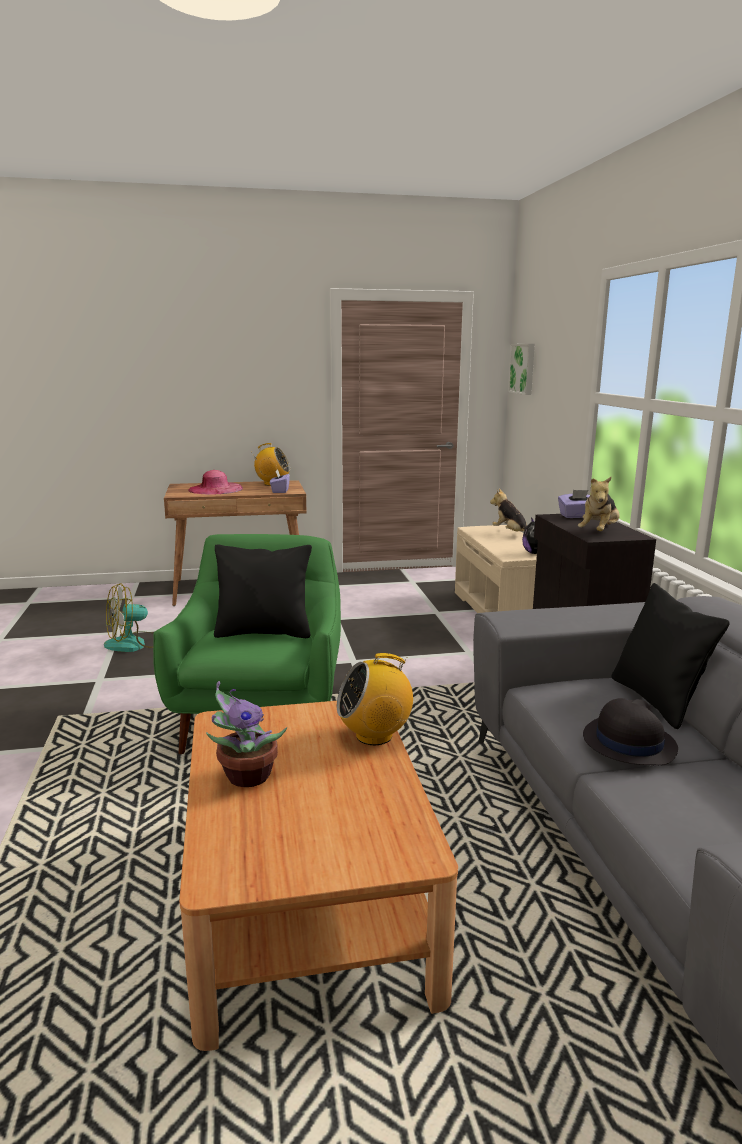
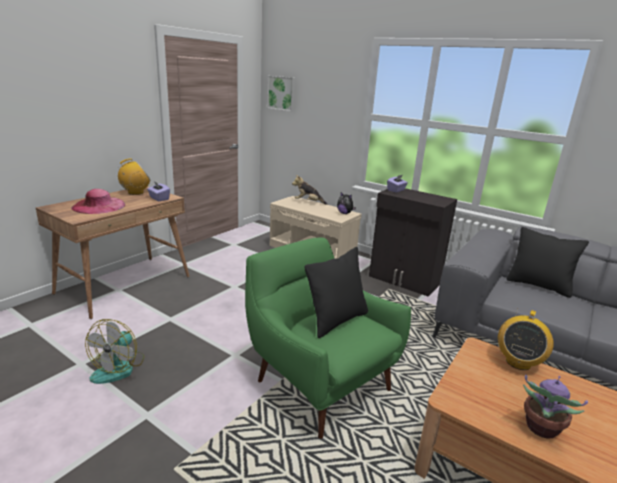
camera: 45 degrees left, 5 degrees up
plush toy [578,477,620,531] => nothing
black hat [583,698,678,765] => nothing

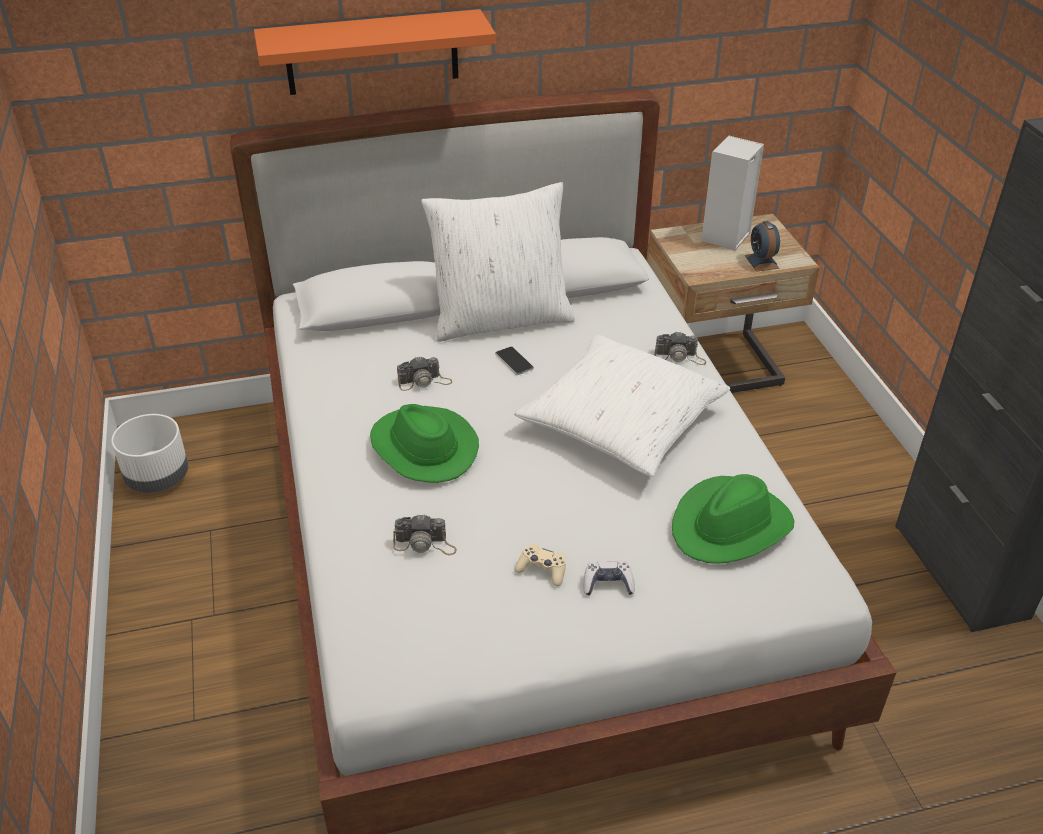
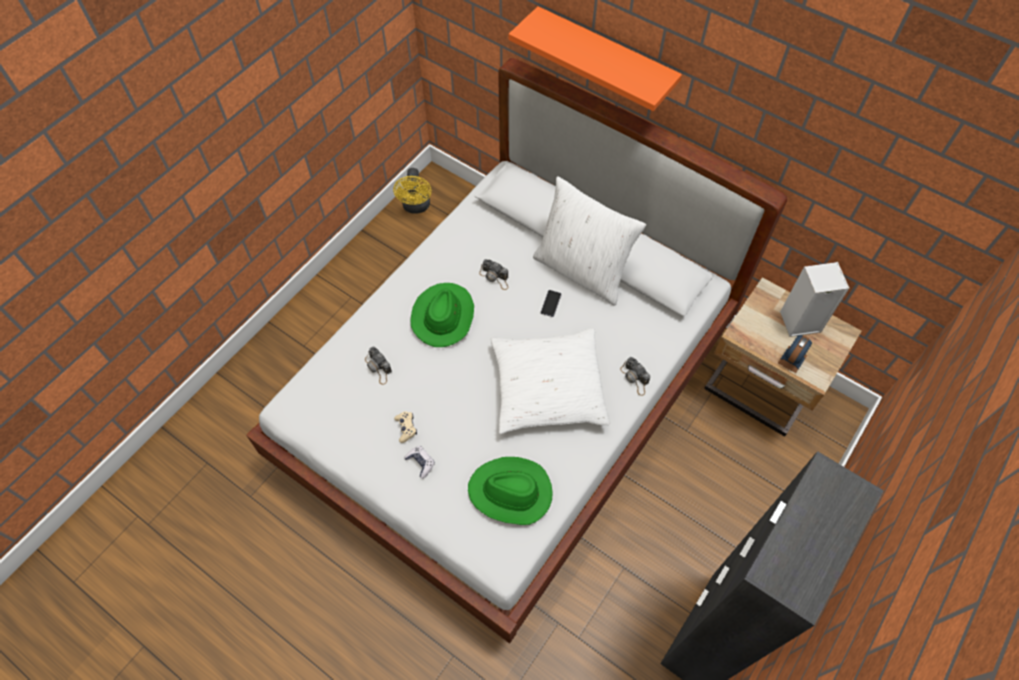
camera: 50 degrees right, 20 degrees up
white planter [111,414,188,493] => yellow fan [393,168,432,214]

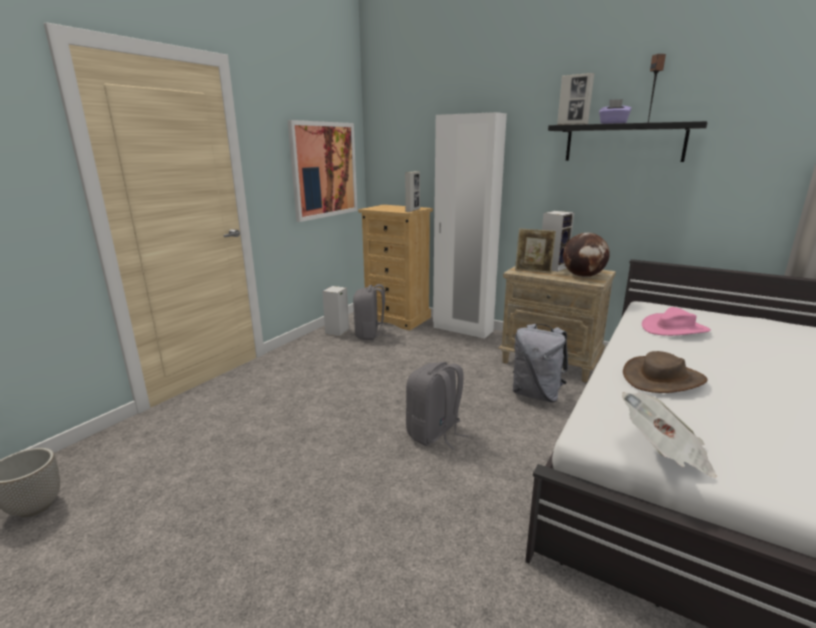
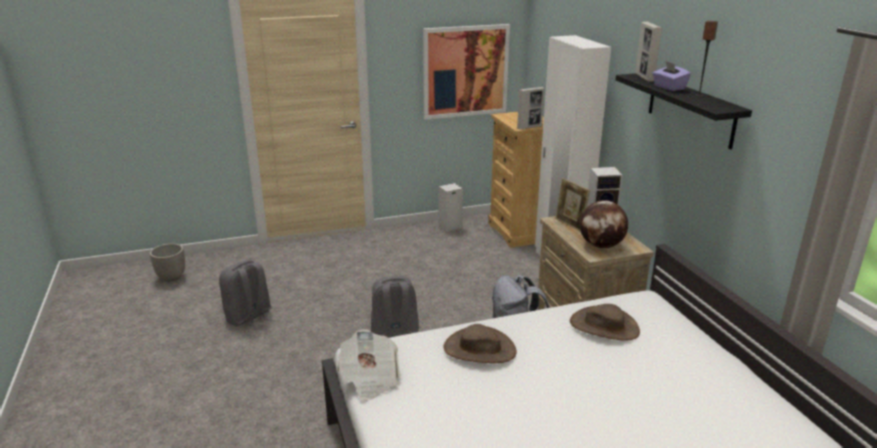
camera: 40 degrees right, 5 degrees up
grey backpack [353,284,391,340] => grey backpack [219,261,274,330], moved
pink hat [642,307,711,336] => brown hat [570,304,640,341]

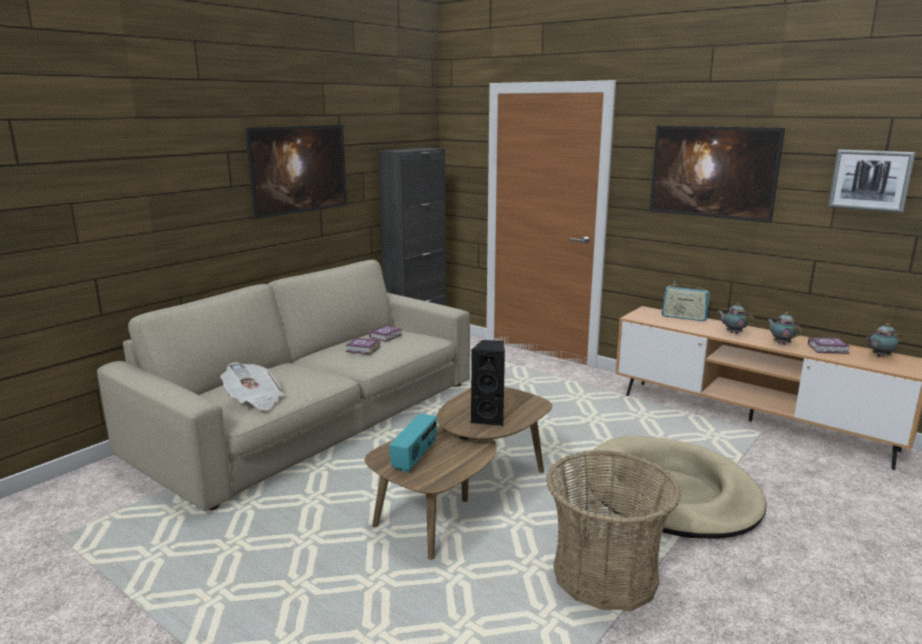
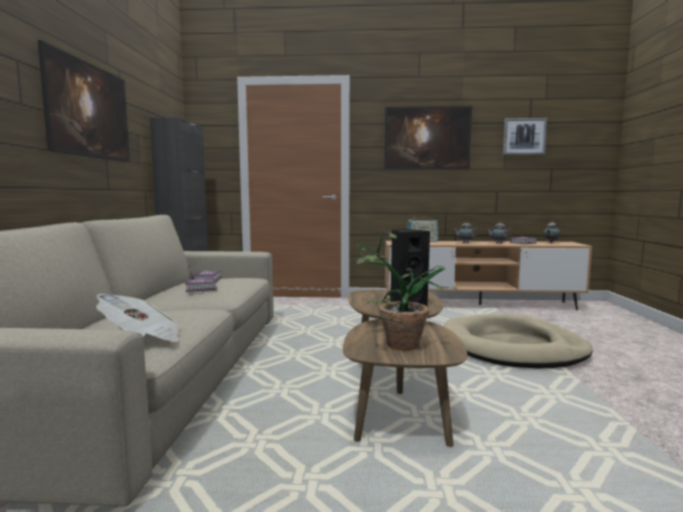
camera: 35 degrees left, 10 degrees down
radio [389,413,437,473] => potted plant [356,232,457,351]
basket [546,450,681,611] => nothing

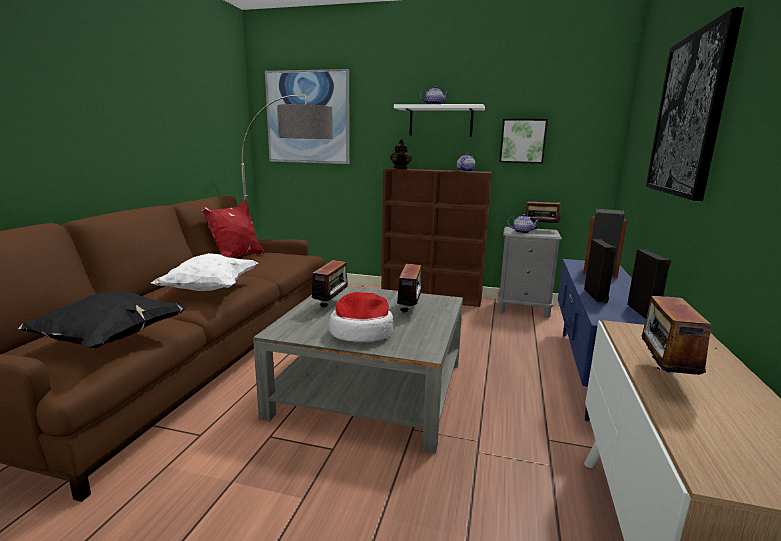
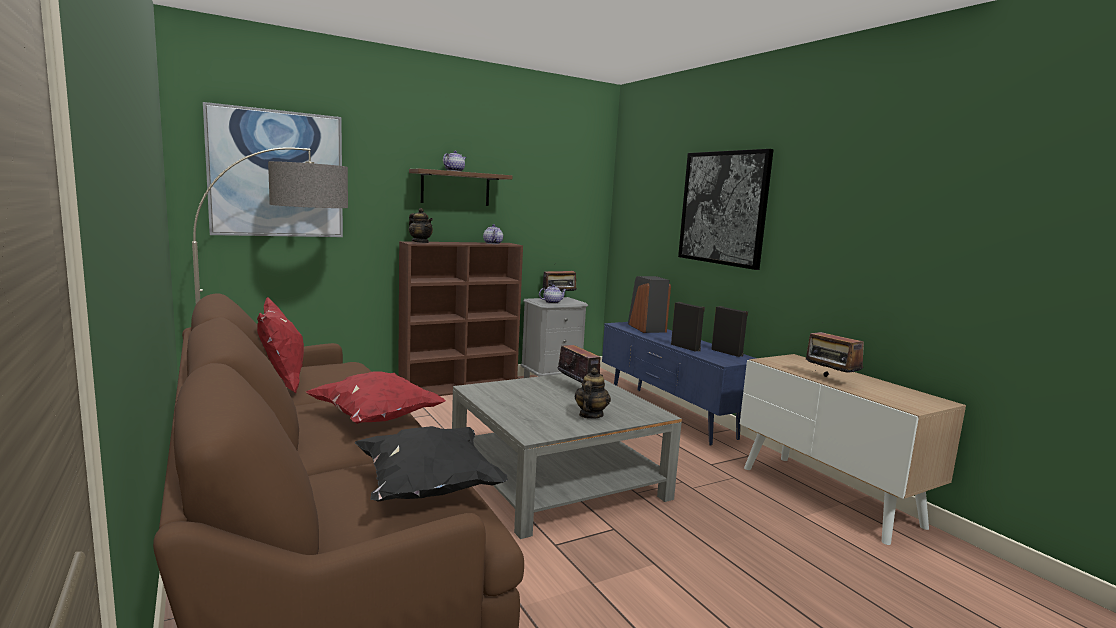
camera: 45 degrees left, 5 degrees down
white shelf [394,104,485,137] => brown shelf [409,168,512,206]
picture [499,119,548,164] => nothing
white pillow [151,253,258,291] => red pillow [306,371,446,424]
radio [312,258,351,309] => nothing
hat [329,292,393,342] => teapot [575,368,611,419]

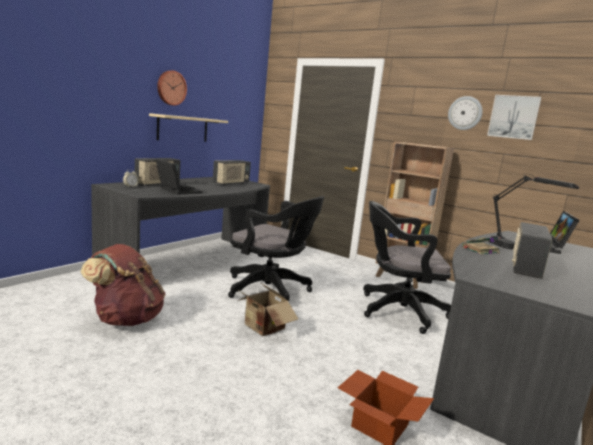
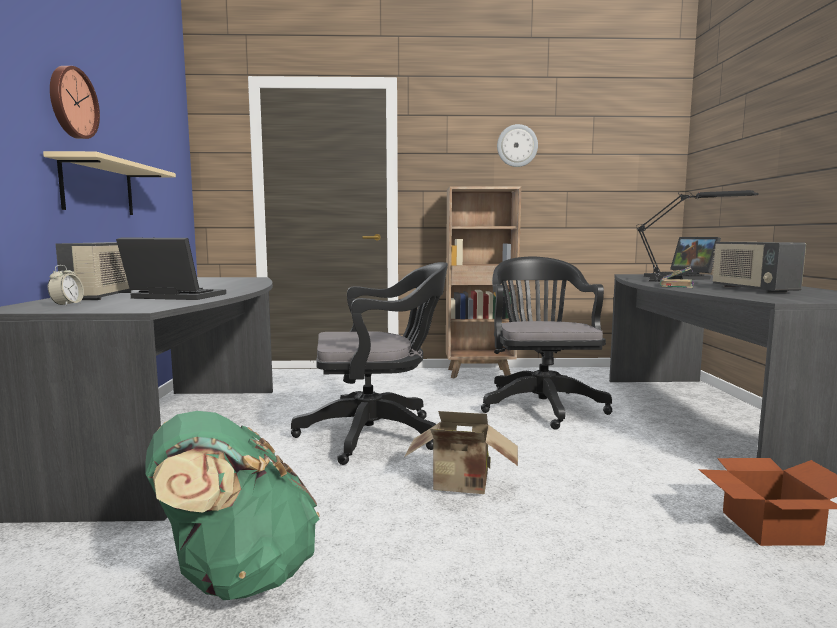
camera: 35 degrees left, 5 degrees down
picture [487,95,542,140] => nothing
radio [213,160,251,185] => nothing
black office chair [363,201,451,334] => black office chair [481,257,613,430], 120 degrees clockwise
brown backpack [80,244,166,326] => green backpack [145,411,320,600]

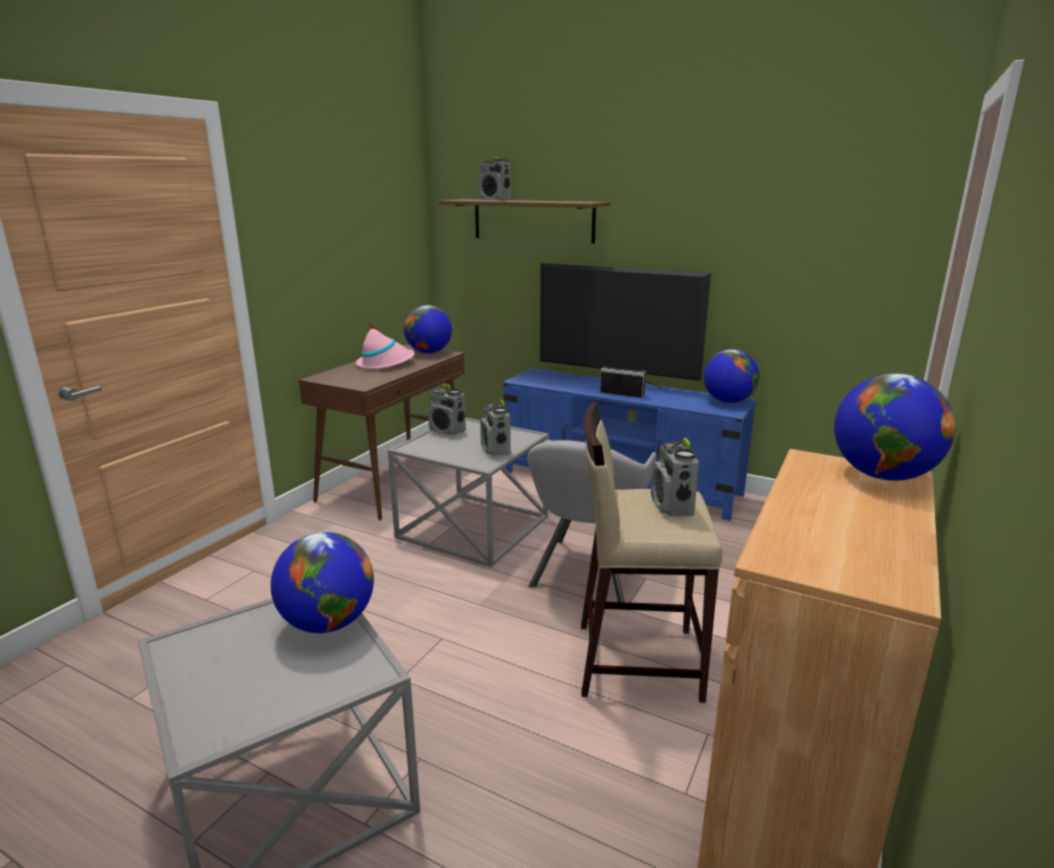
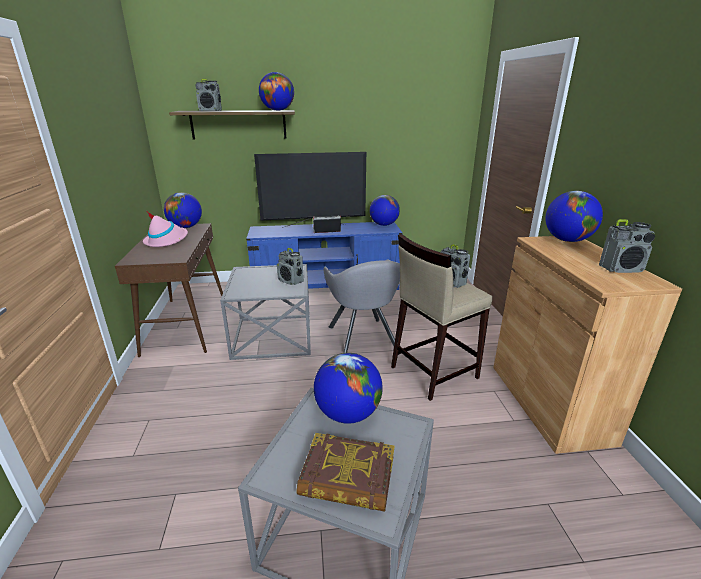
camera: 35 degrees left, 5 degrees up
radio [428,384,466,435] => radio [599,219,655,273], moved
nothing => globe [259,72,294,111]
nothing => book [296,433,395,512]

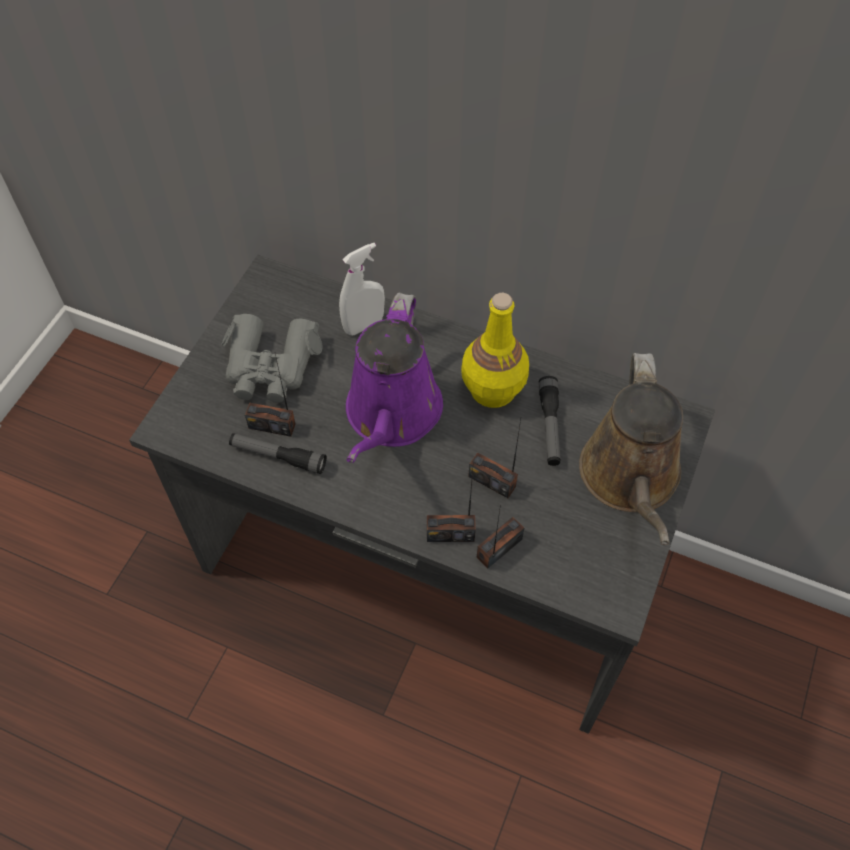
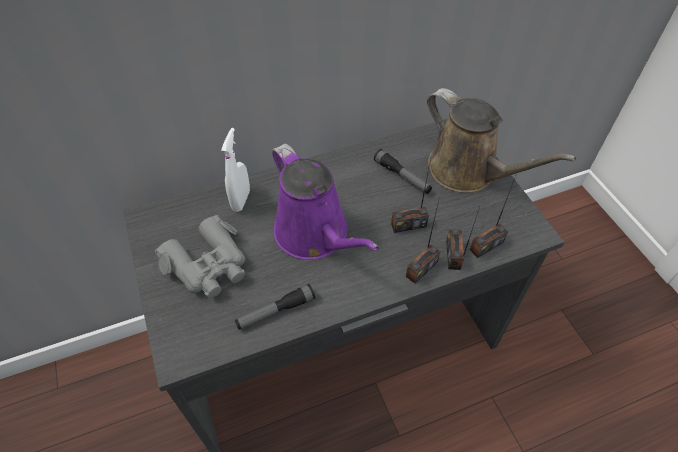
camera: 45 degrees left, 5 degrees down
yellow bottle [461,293,529,408] => nothing
radio [245,354,295,437] => radio [470,176,516,258], moved

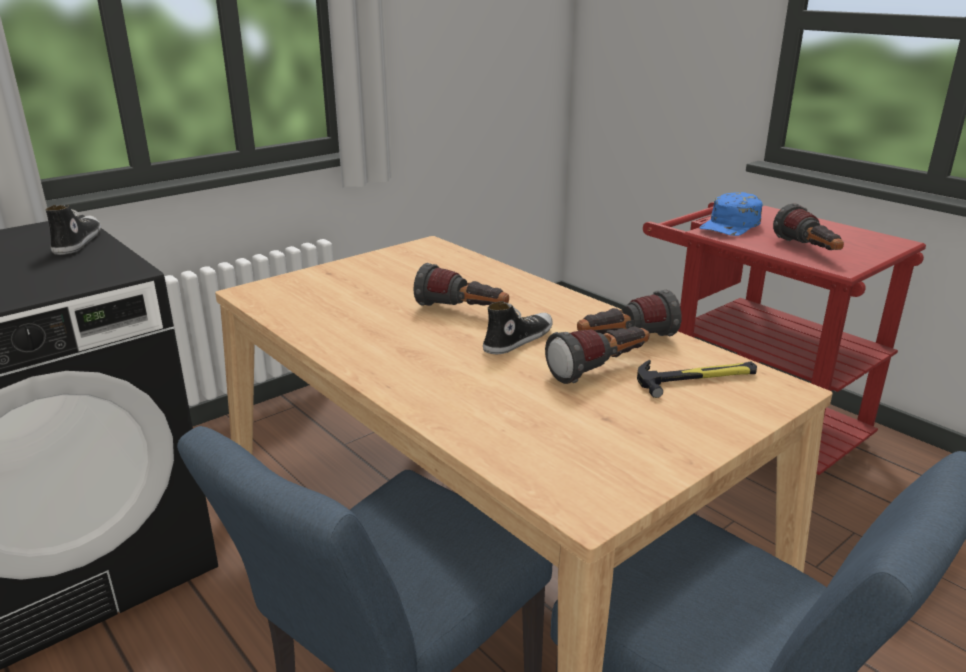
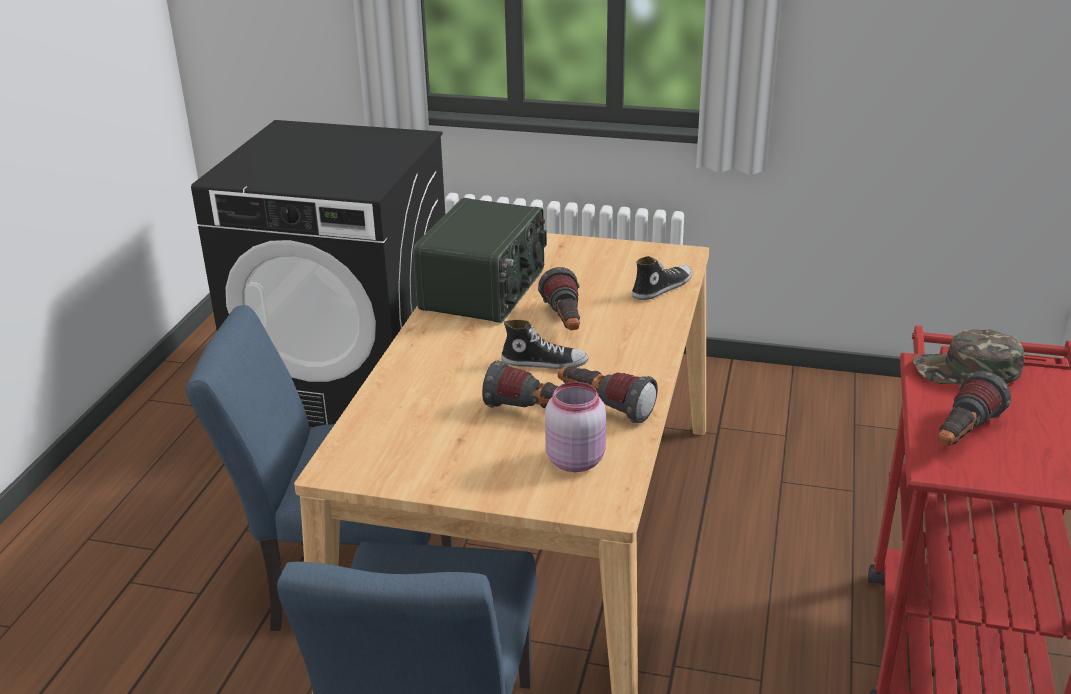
camera: 55 degrees right, 5 degrees up
blue cap [699,192,763,236] => green cap [913,329,1024,384]
shoe [45,205,101,255] => shoe [632,256,692,300], moved
hammer [637,360,757,398] => pink jar [545,382,606,472]
nothing => radio [413,198,547,323]

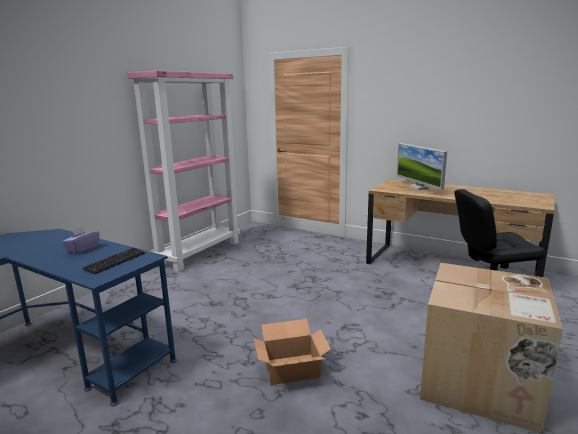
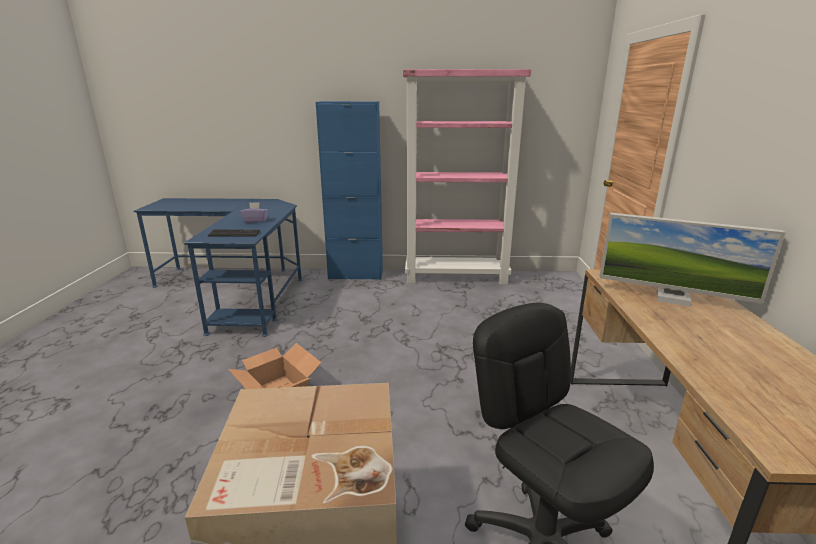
camera: 60 degrees right, 5 degrees up
monitor [397,143,447,190] => monitor [600,213,786,306], 105 degrees counterclockwise
nothing => blue cabinet [316,101,383,280]

